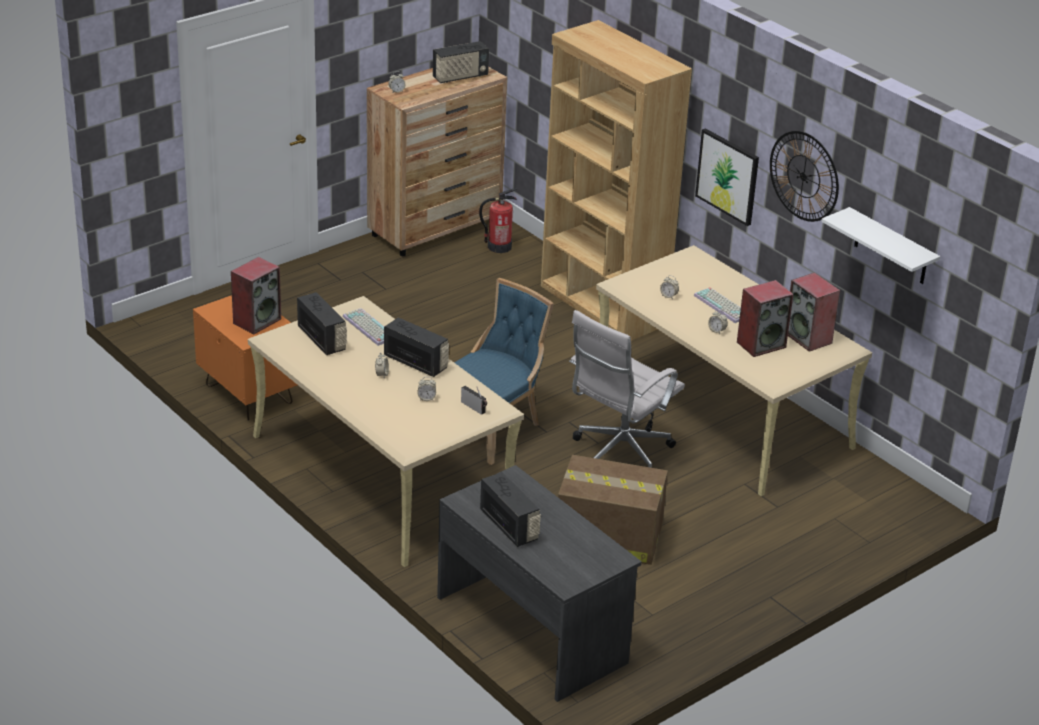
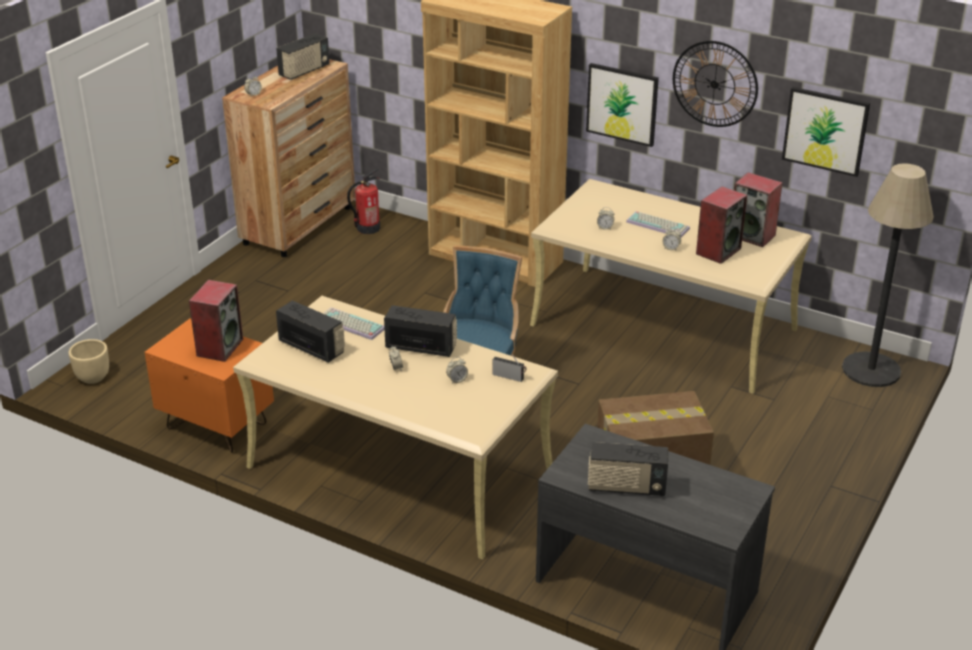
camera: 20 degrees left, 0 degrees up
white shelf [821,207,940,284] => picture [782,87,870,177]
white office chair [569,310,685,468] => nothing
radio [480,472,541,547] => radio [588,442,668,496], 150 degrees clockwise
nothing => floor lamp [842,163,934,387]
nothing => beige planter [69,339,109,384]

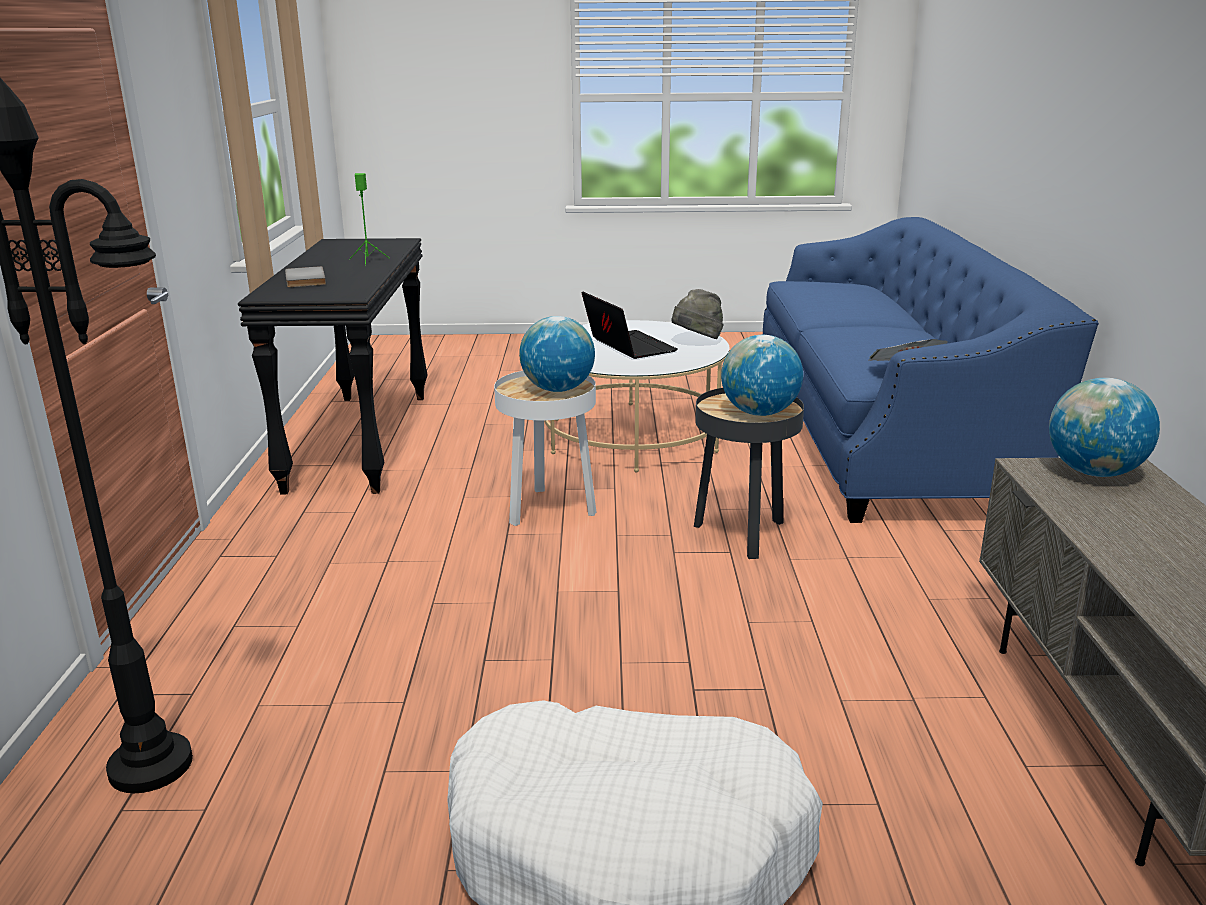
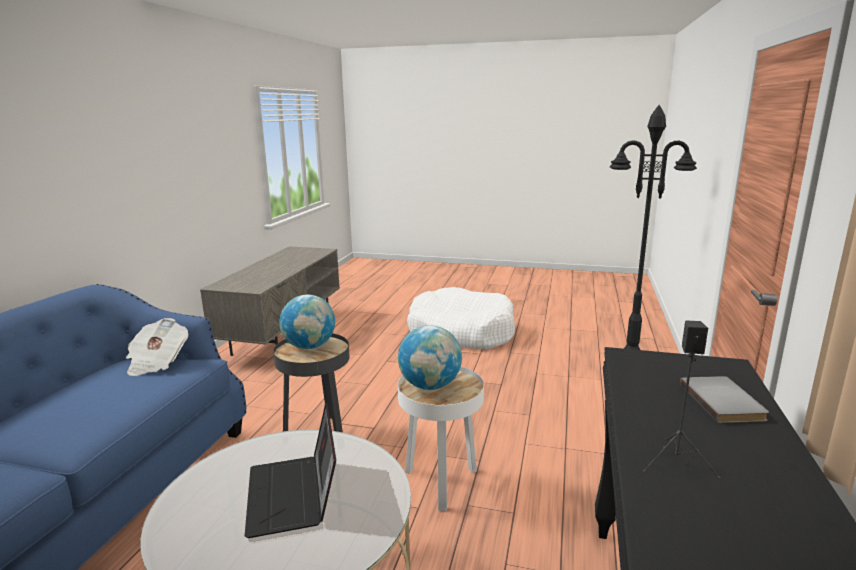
camera: 165 degrees left, 5 degrees down
green speaker [349,173,390,266] => black speaker [643,320,721,479]
grey hat [672,289,724,339] => nothing
globe [1049,378,1160,477] => nothing

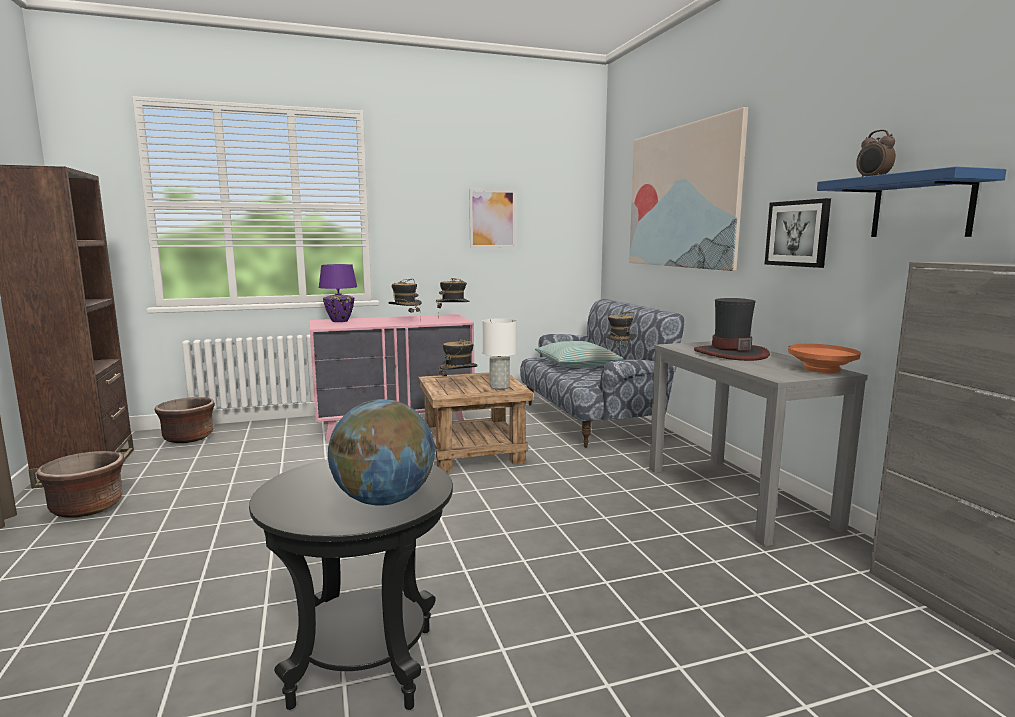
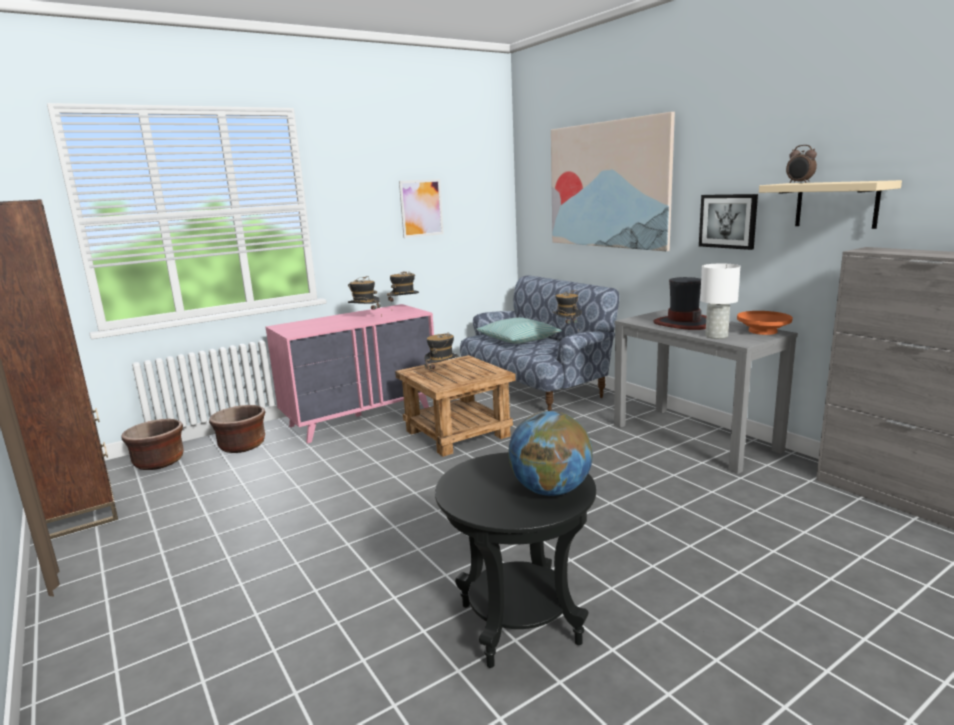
camera: 15 degrees left, 5 degrees up
blue shelf [817,167,1006,237] => beige shelf [759,180,902,229]
purple table lamp [318,264,357,322] => nothing
white table lamp [483,318,516,389] => white table lamp [700,264,740,339], moved
brown planter [36,451,125,518] => brown planter [209,405,265,453], moved

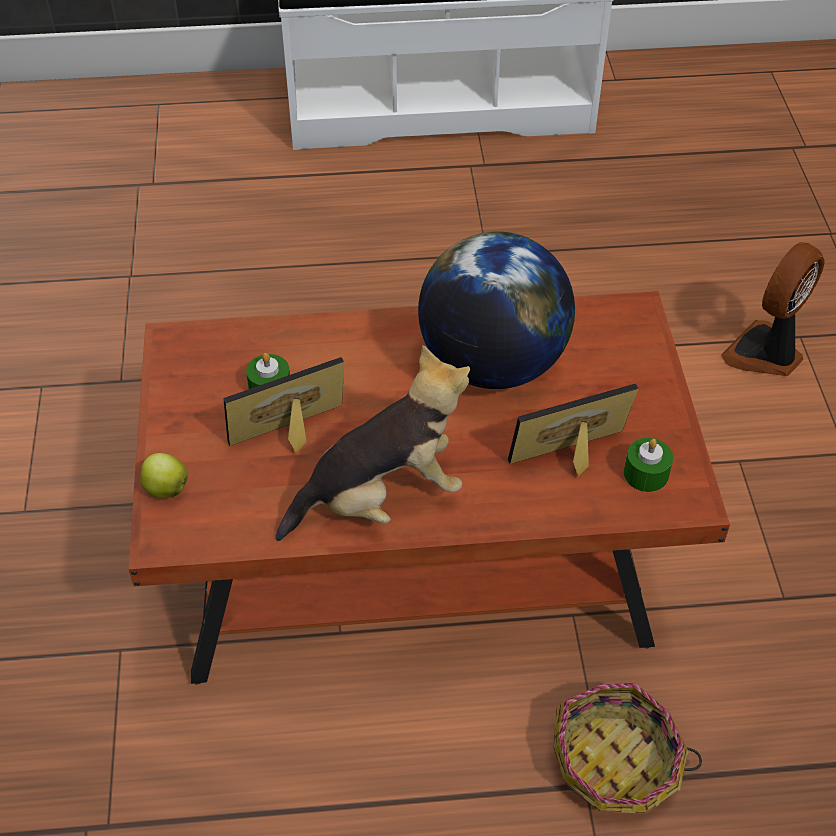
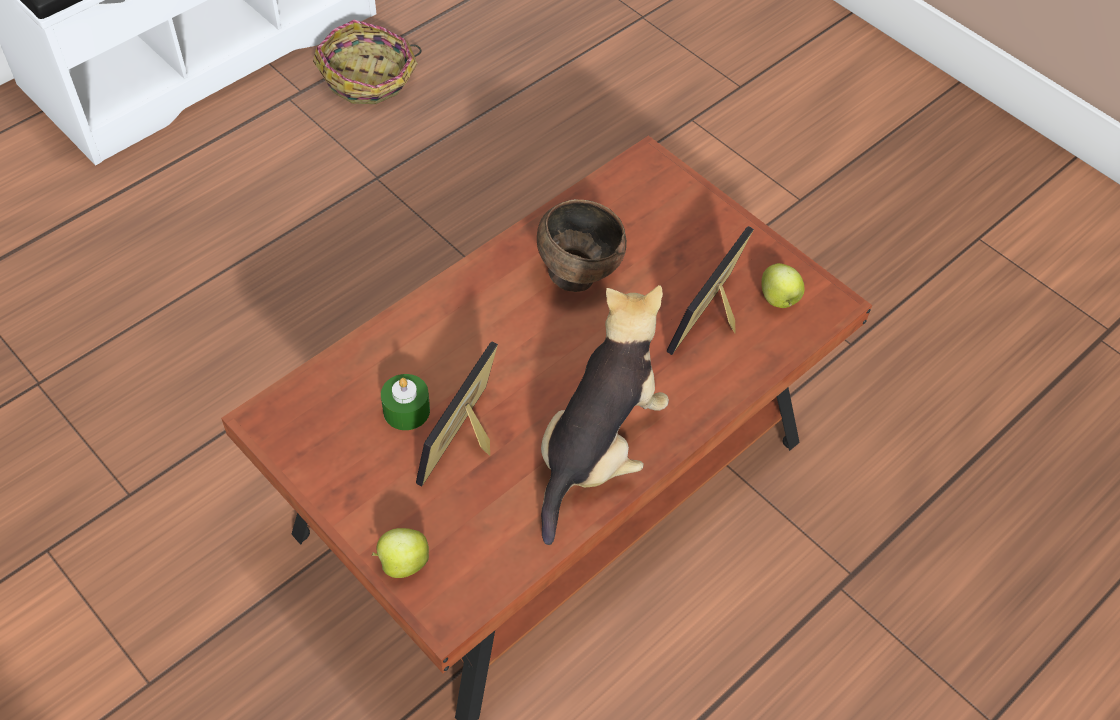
camera: 40 degrees left, 5 degrees up
globe [418,231,575,389] => brown bowl [537,199,627,292]
fan [721,242,825,376] => nothing
green candle [624,438,673,492] => apple [761,263,805,308]
basket [553,683,702,814] => basket [313,20,421,104], moved

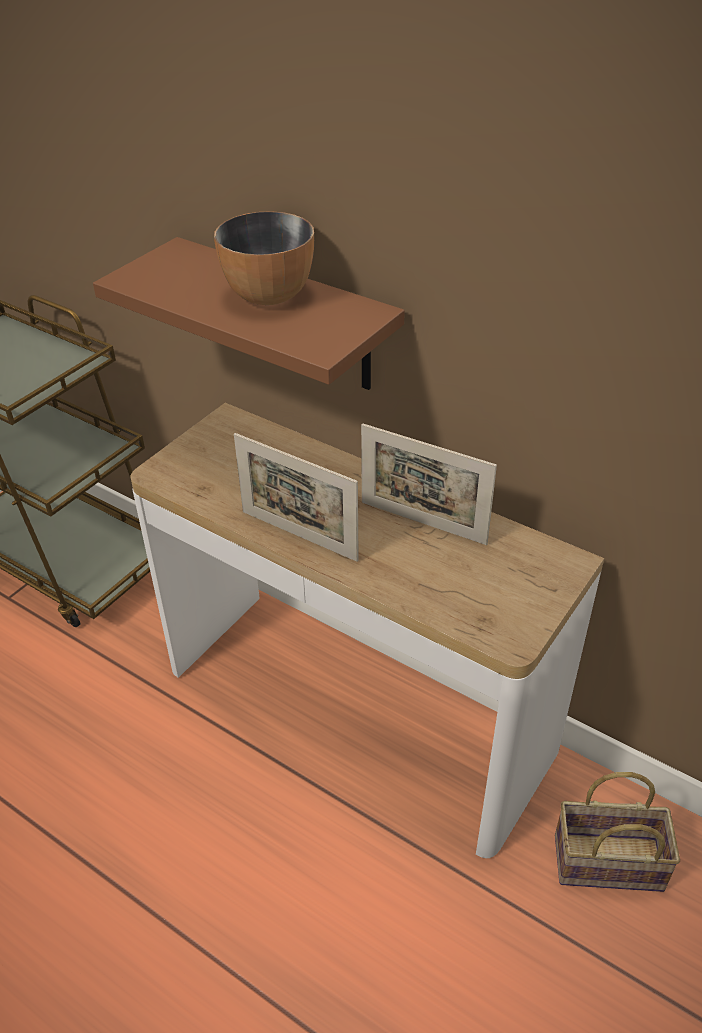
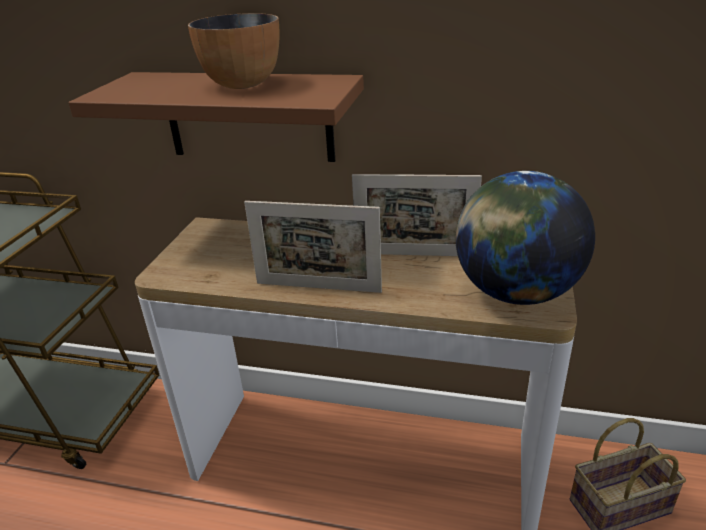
camera: 20 degrees left, 10 degrees down
nothing => globe [455,171,595,305]

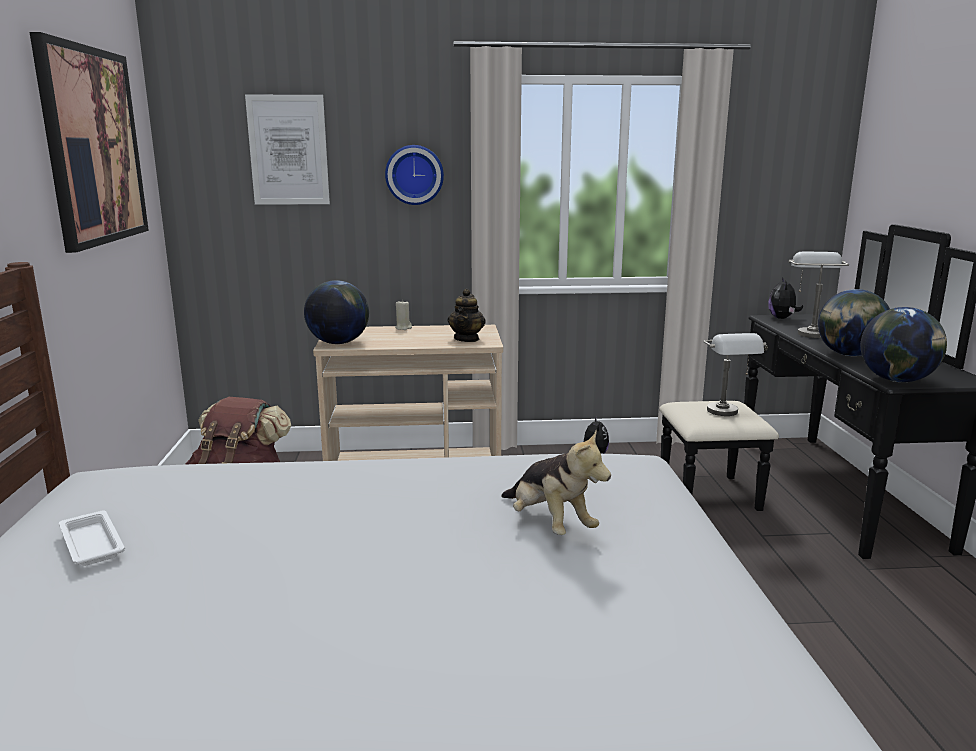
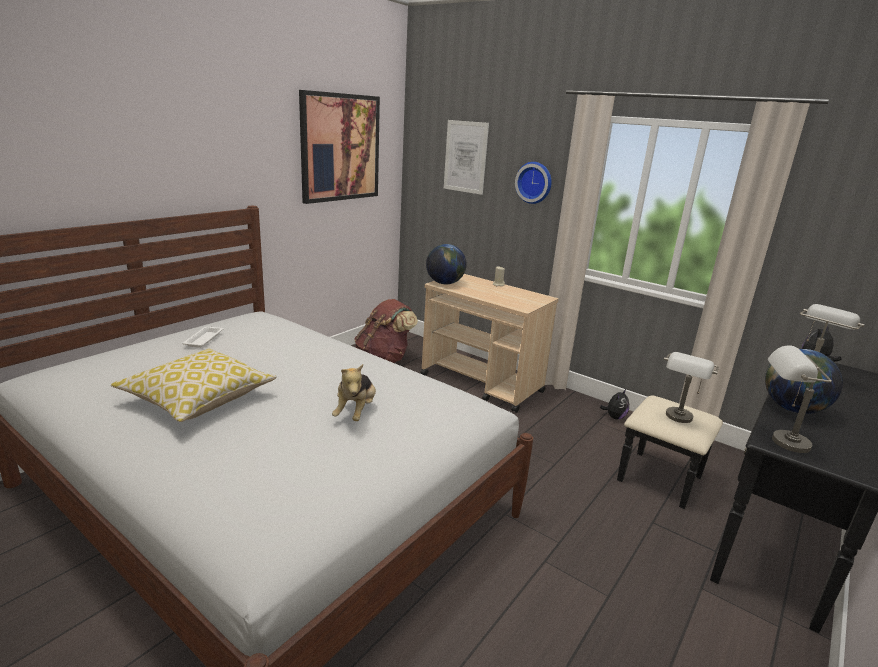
camera: 40 degrees right, 5 degrees up
teapot [448,289,486,342] => nothing
globe [861,307,947,382] => grey table lamp [768,346,832,453]
nothing => pillow [111,349,277,422]

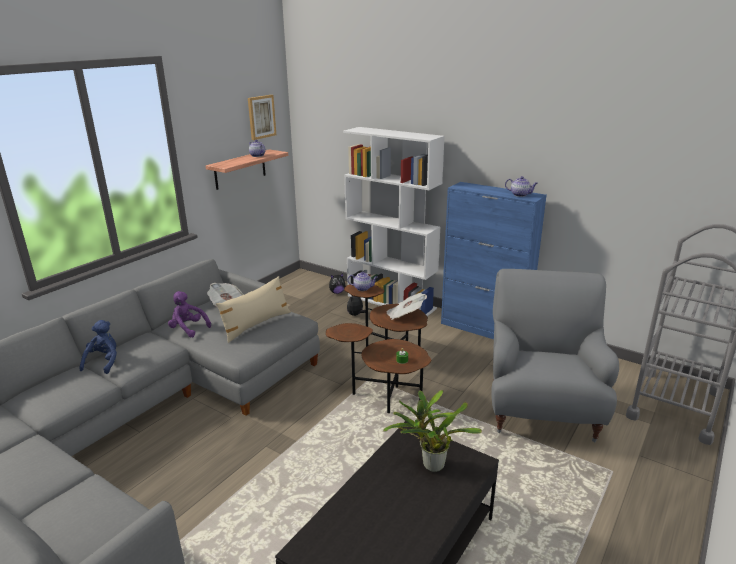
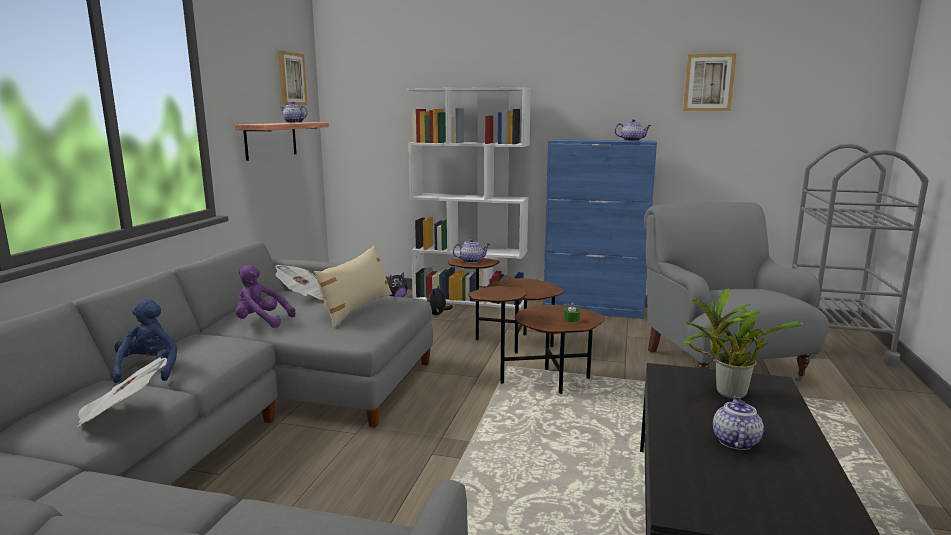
camera: 20 degrees left, 10 degrees down
newspaper [387,293,427,320] => newspaper [77,357,167,427], moved
nothing => picture [683,53,736,111]
nothing => teapot [713,395,764,450]

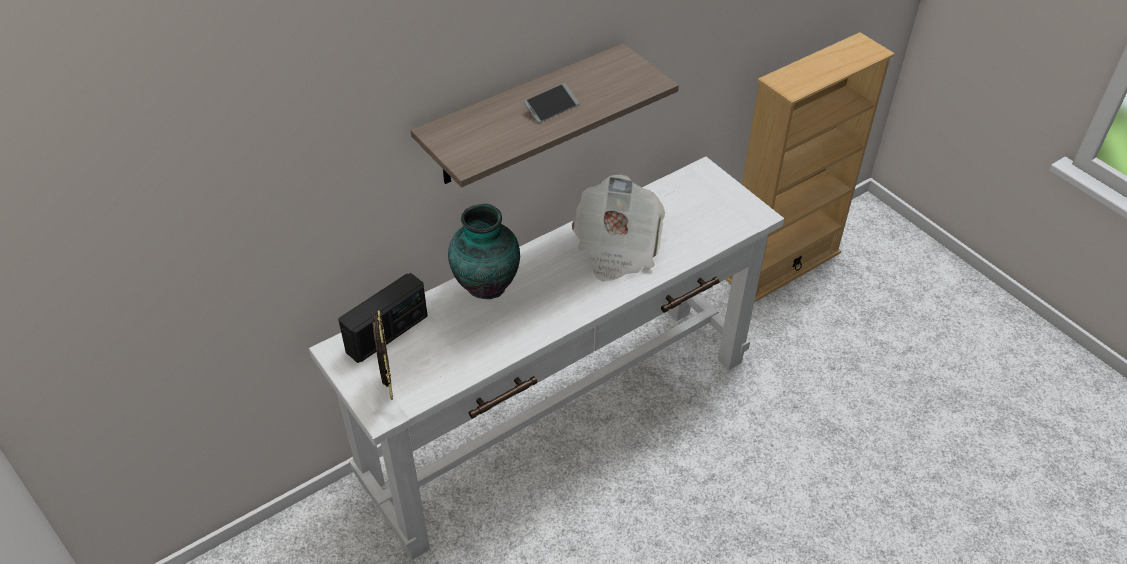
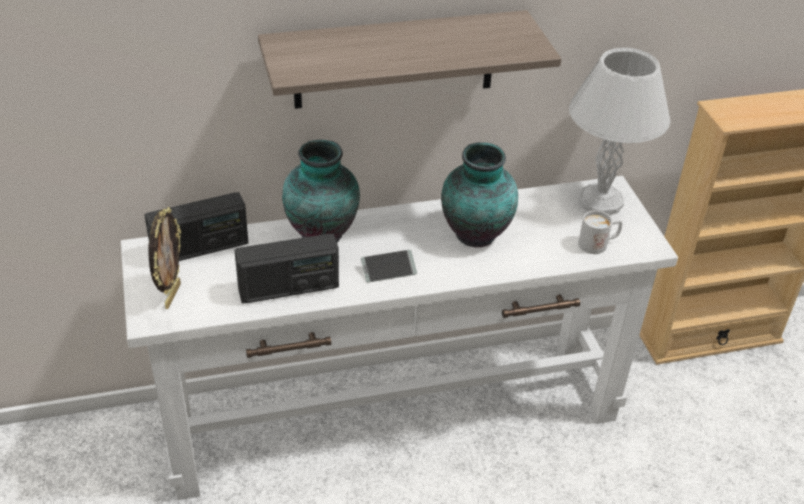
camera: 20 degrees right, 5 degrees down
phone [524,83,579,123] => phone [361,250,417,282], moved
newspaper [572,175,665,281] => vase [441,142,518,247]
nothing => white table lamp [569,47,670,215]
nothing => white mug [578,210,622,254]
nothing => radio [234,234,339,304]

